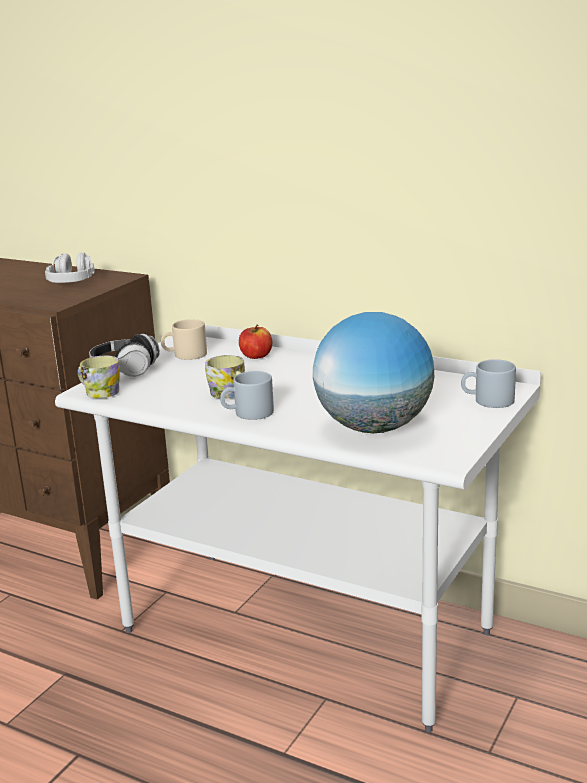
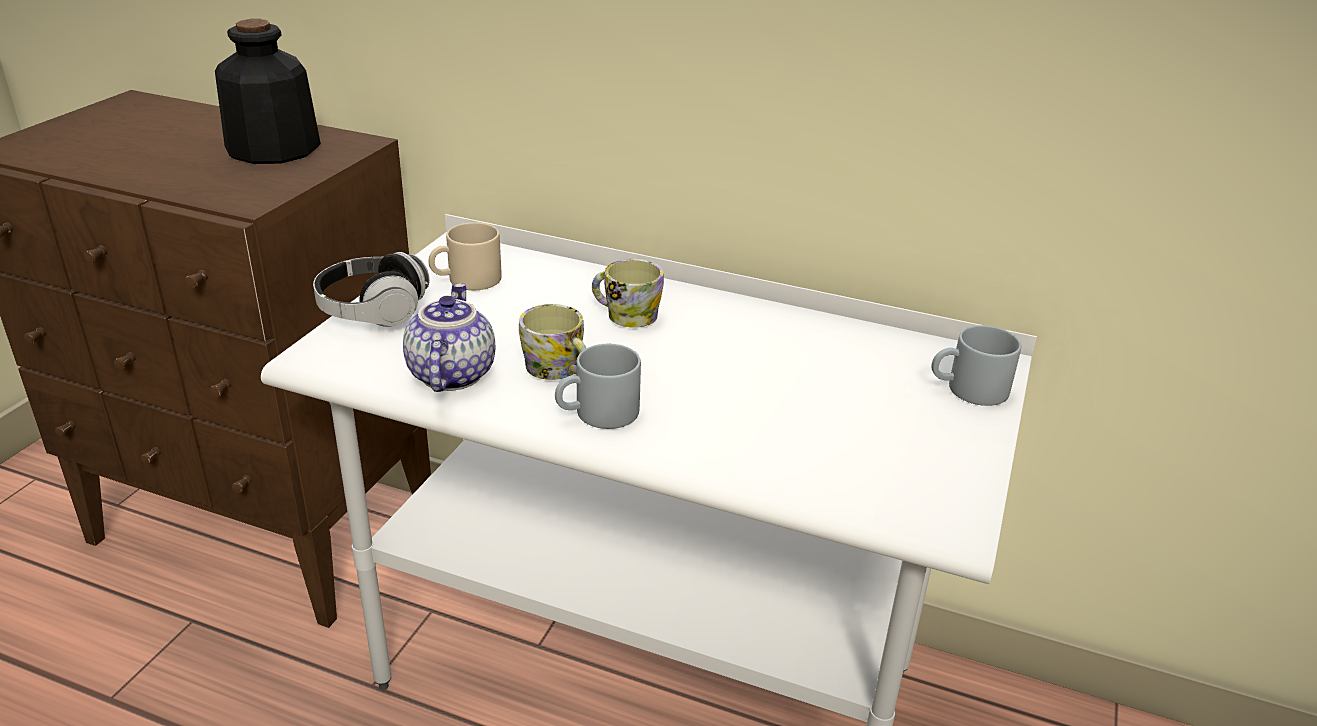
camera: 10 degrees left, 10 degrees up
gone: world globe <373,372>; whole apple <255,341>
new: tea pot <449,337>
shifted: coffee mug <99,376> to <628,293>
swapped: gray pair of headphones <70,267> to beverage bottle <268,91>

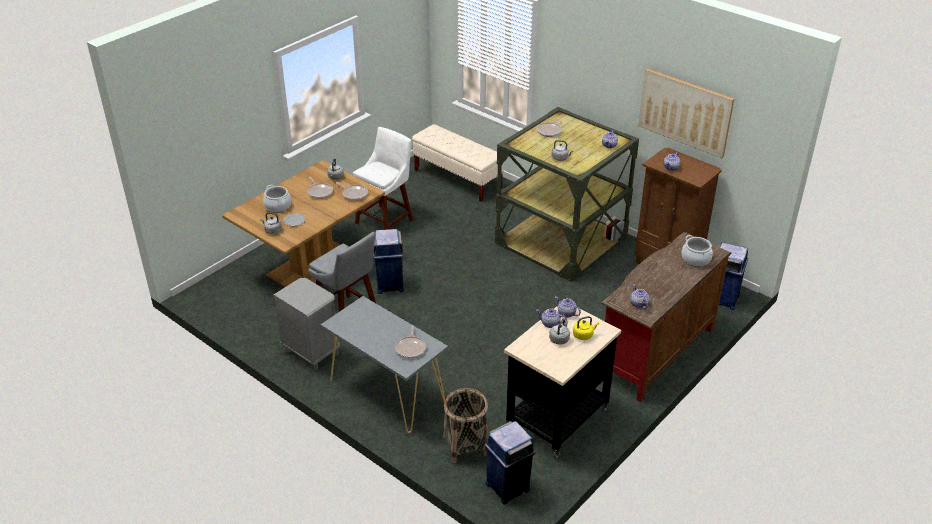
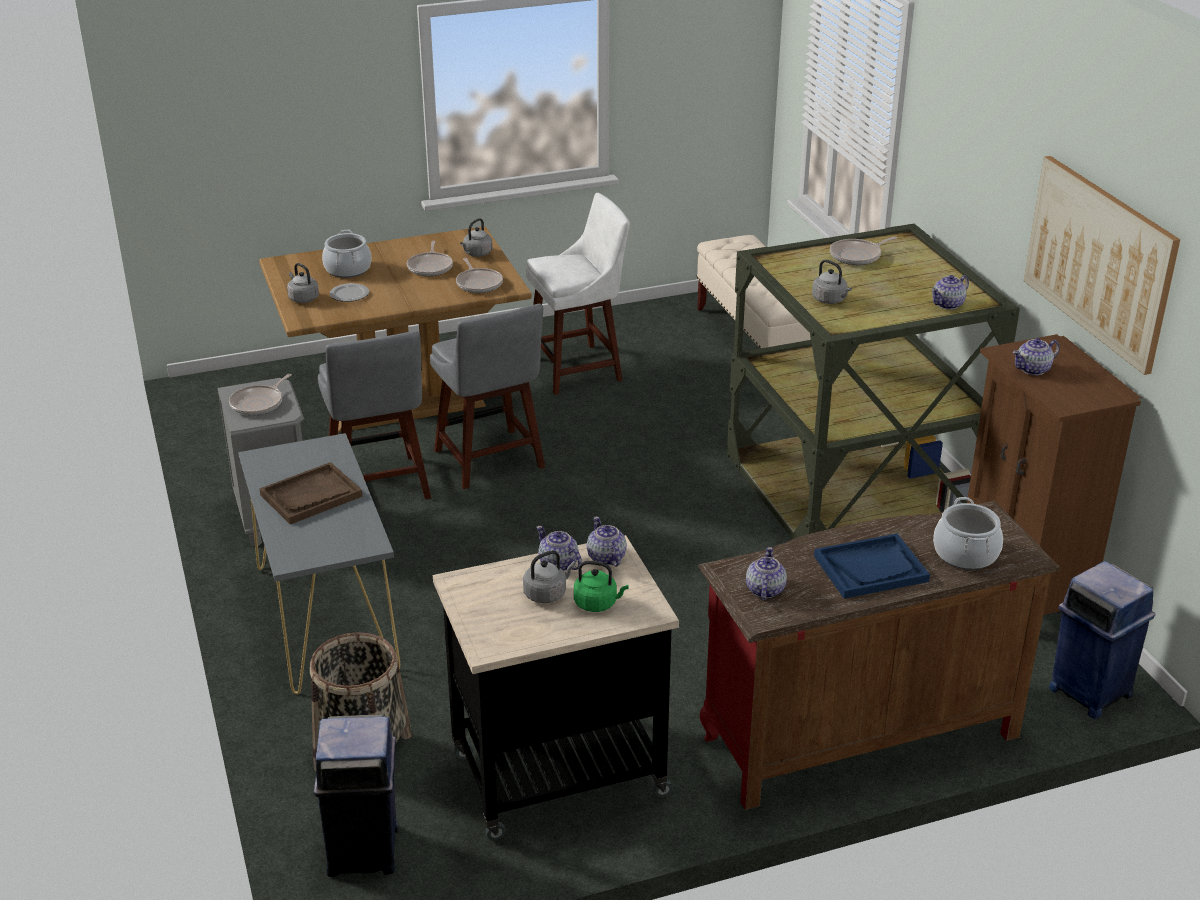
camera: 30 degrees right, 5 degrees down
new: brown tray <311,493>; bluish tray <872,566>
shifted: pan <410,341> to <260,395>
swapped: bluish waste bin <388,261> to gray upright chair <487,396>
repainted: yellowish tea kettle <586,328> to greenish tea kettle <601,586>

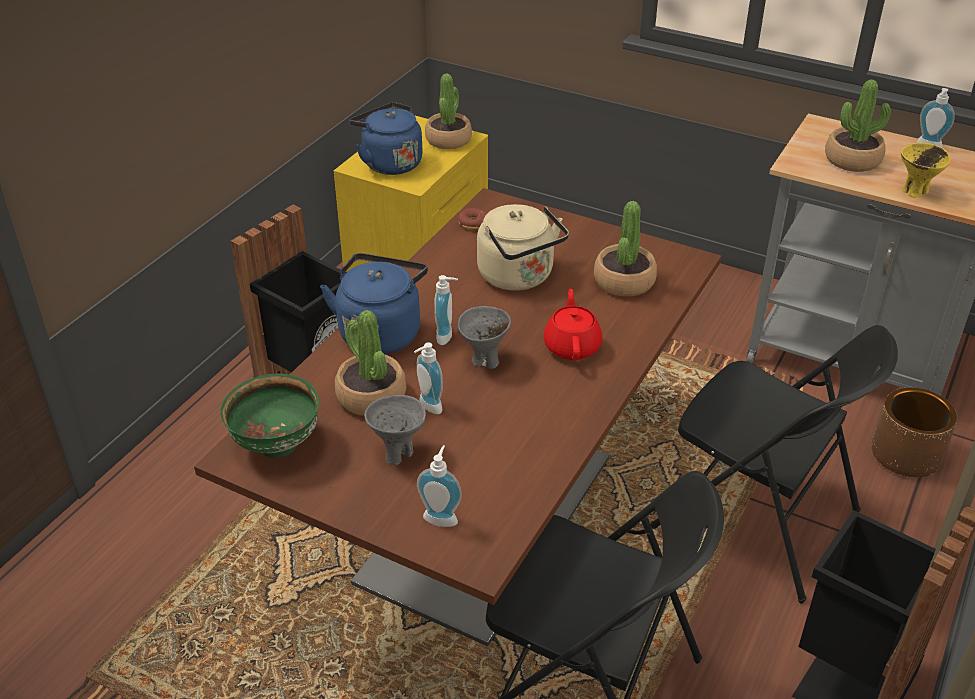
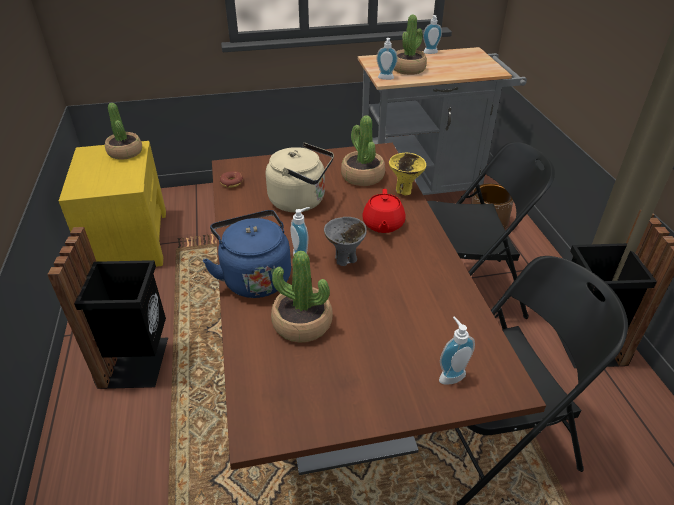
camera: 40 degrees left, 0 degrees up
gone: bluish tea kettle <386,138>; greenish bowl <269,416>; gray bowl <395,430>
shifted: yellowish bowl <926,170> to <407,174>; soap bottle <428,378> to <387,59>
rotated: red-coloured tea pot <573,324> = <384,211> 135 degrees counterclockwise

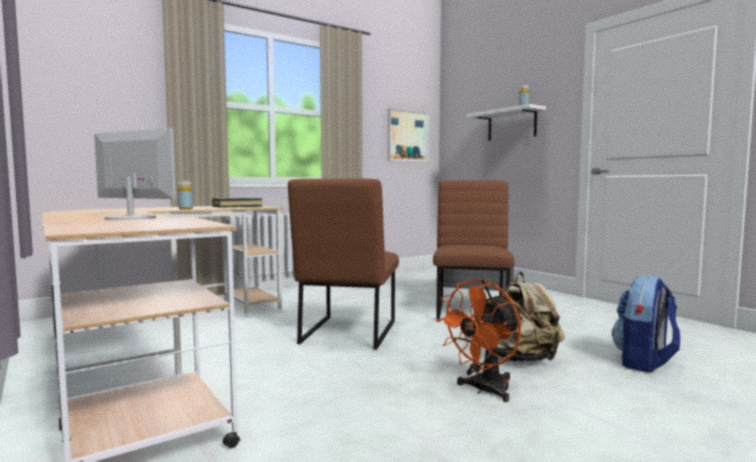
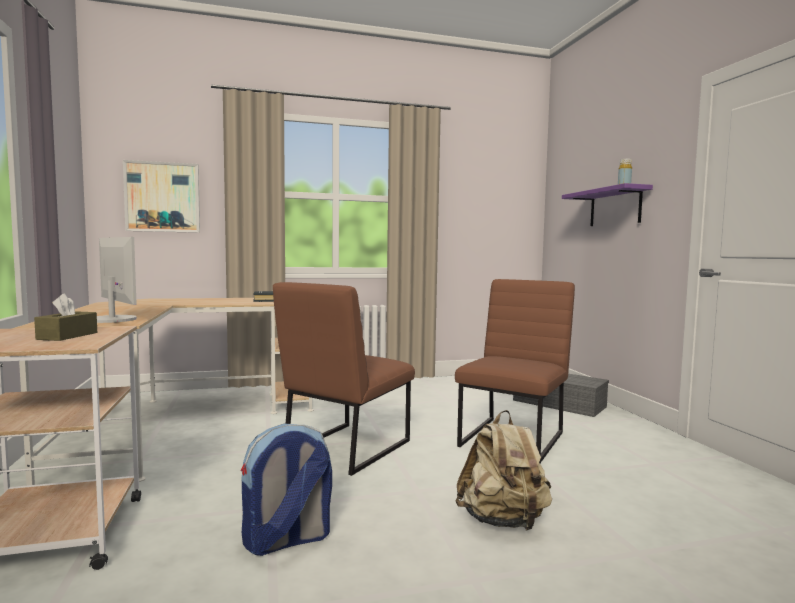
camera: 20 degrees right, 0 degrees up
gone: yellowish beverage bottle <185,195>; orange electric fan <479,340>
new: brown tissue box <65,317>
shifted: picture <408,135> to <161,196>; rucksack <646,323> to <286,489>
repainted: white-coloured wall shelf <506,122> to purple wall shelf <607,204>

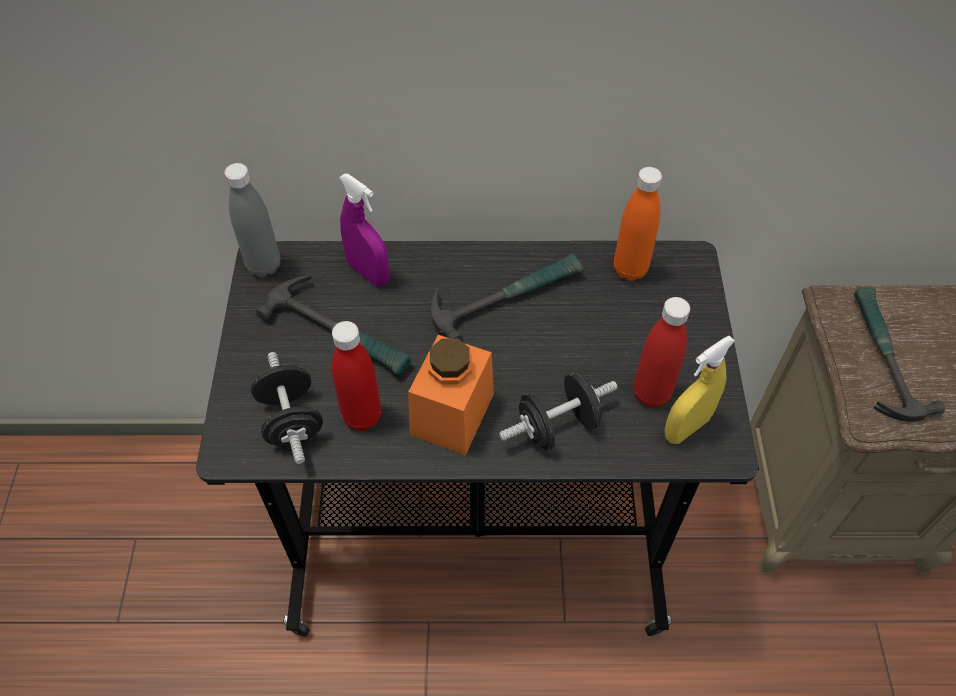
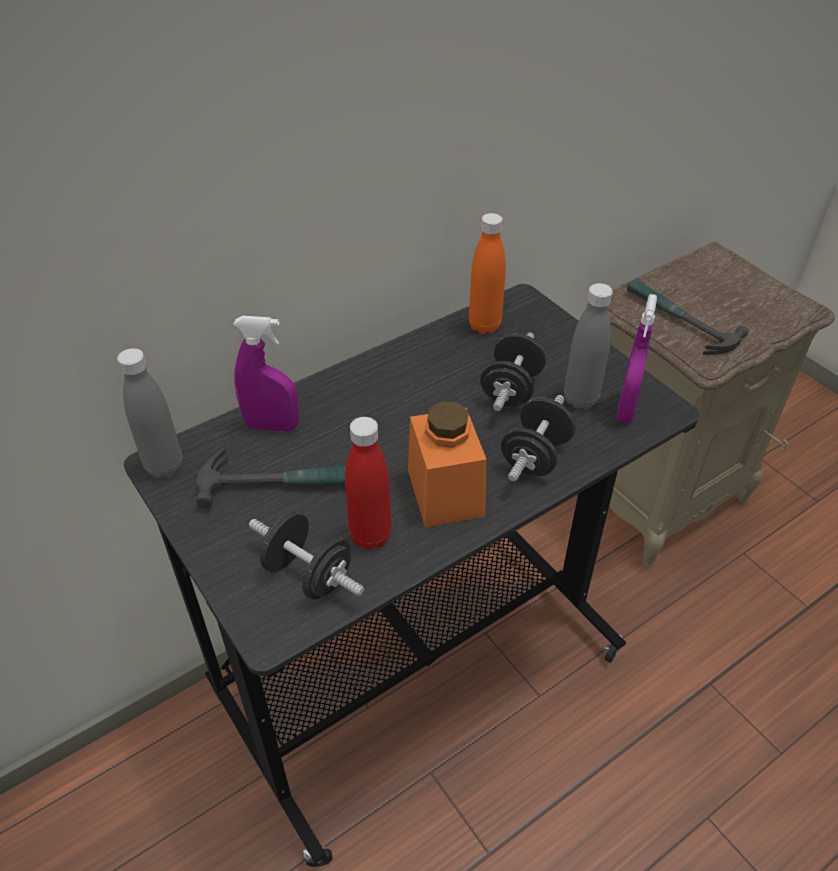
camera: 35 degrees left, 10 degrees down
gone: hammer <507,297>
new: black free weight <513,372>
repainted: red-coloured beverage bottle <661,352> to gray beverage bottle <588,346>; yellowish spray bottle <699,390> to purple spray bottle <636,358>

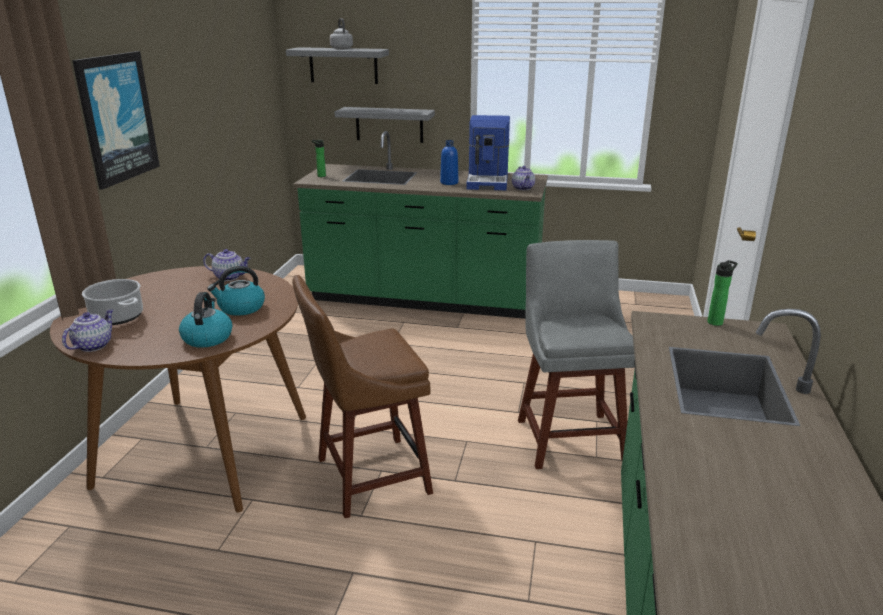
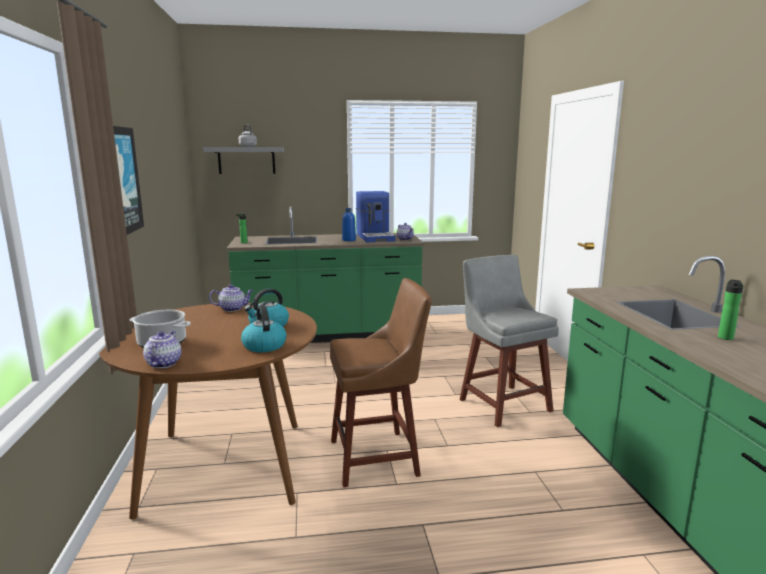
camera: 20 degrees left, 10 degrees down
gone: gray wall shelf <384,125>
shifted: beverage bottle <722,293> to <730,310>
rotated: brown upright chair <362,396> = <381,382> 150 degrees counterclockwise

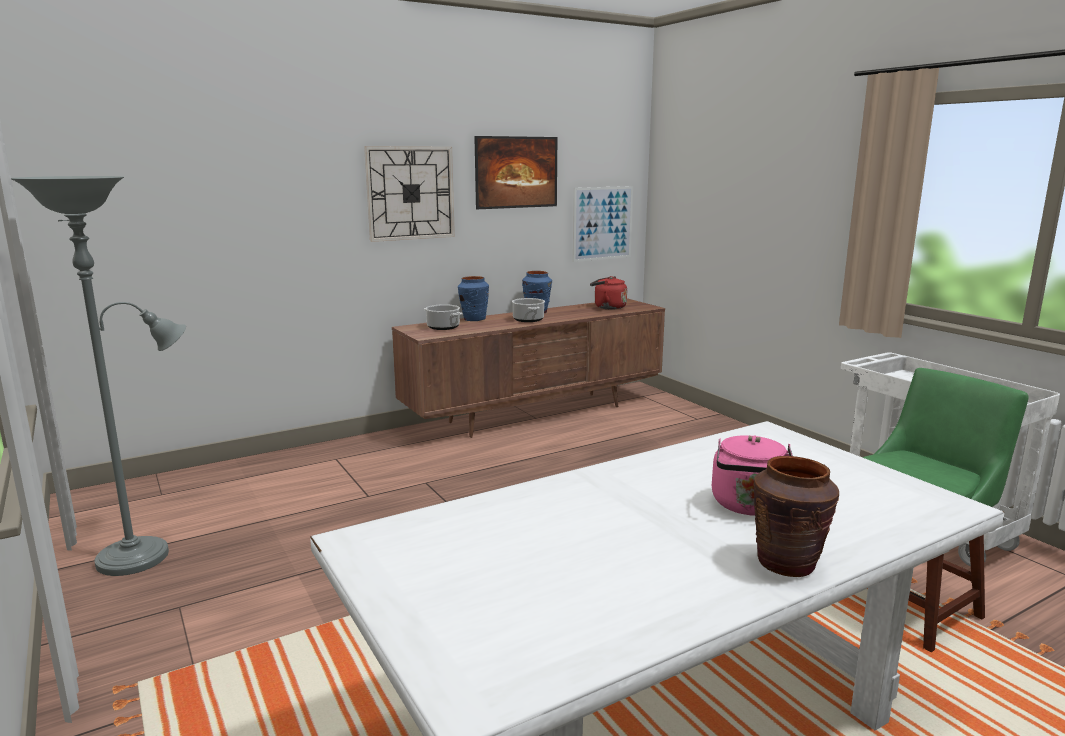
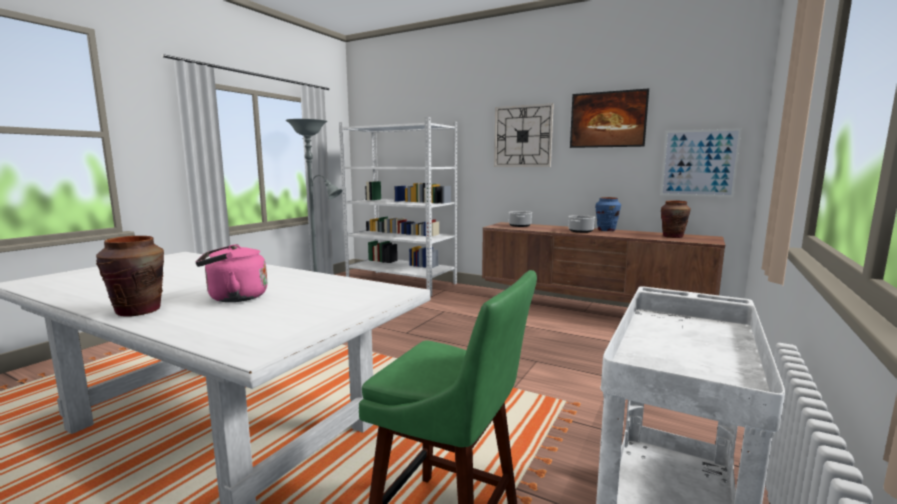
camera: 60 degrees right, 5 degrees down
gone: bluish flower vase <473,298>
new: white-coloured shelving unit <398,207>
swapped: red-coloured tea kettle <608,292> to brown flower vase <676,219>

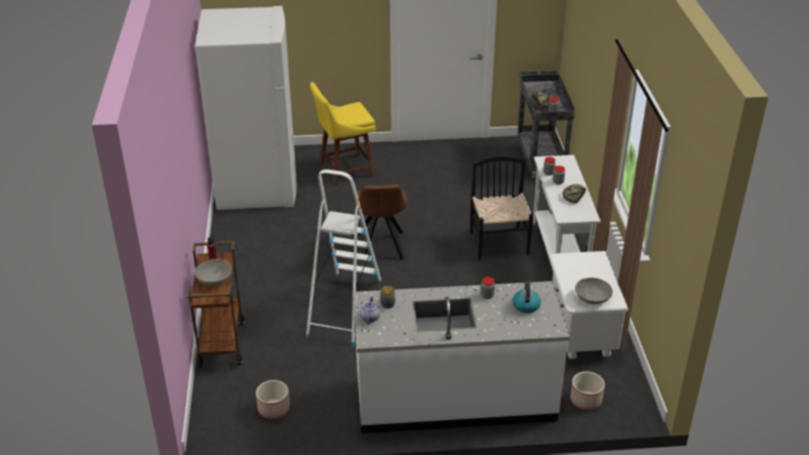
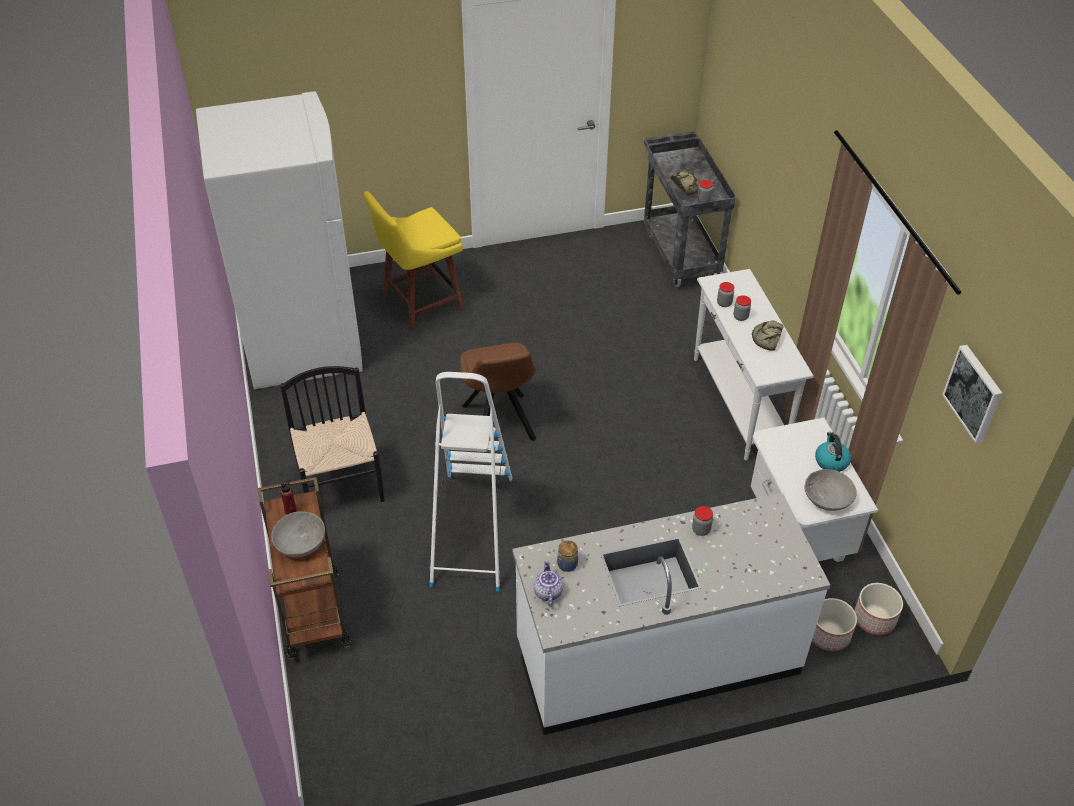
camera: 10 degrees left, 10 degrees up
new: picture <972,394>
shifted: black upright chair <501,208> to <332,434>; tea kettle <527,297> to <833,452>; plant pot <273,399> to <878,609>

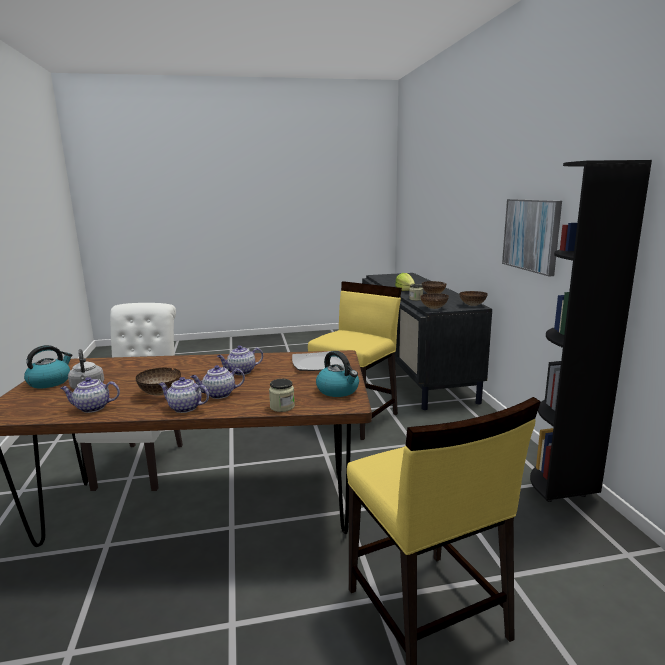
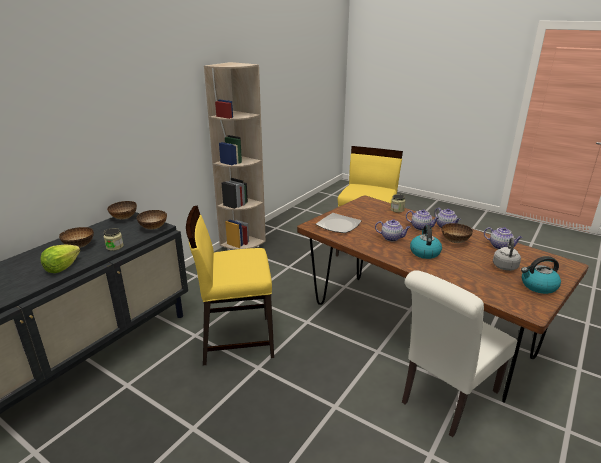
camera: 135 degrees left, 10 degrees up
gone: picture <532,237>
shifted: tea kettle <337,374> to <426,242>
repainted: black shelving unit <591,331> to beige-coloured shelving unit <235,156>

